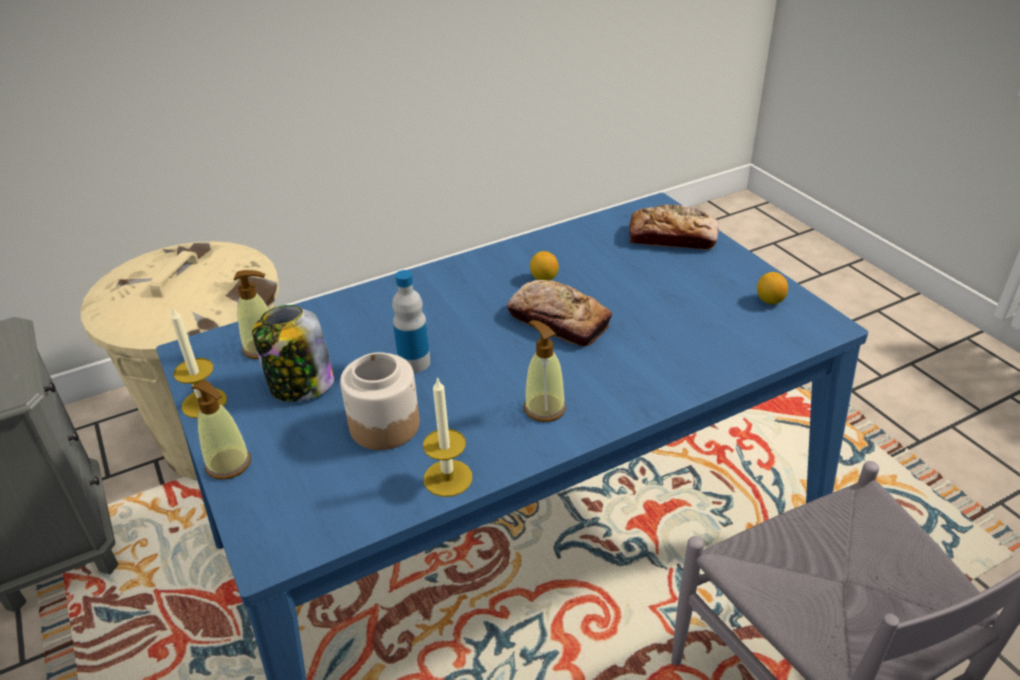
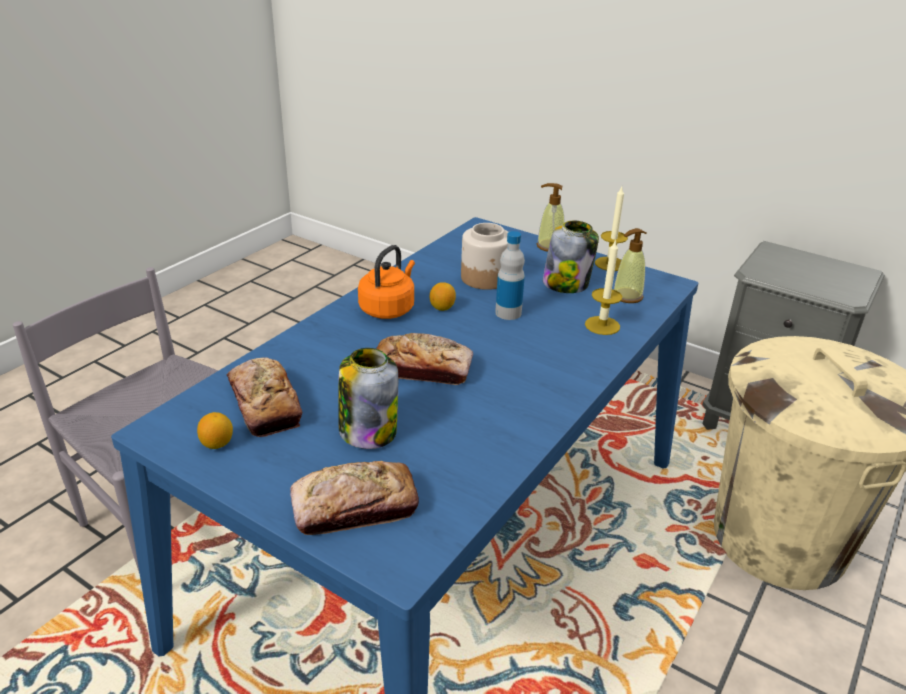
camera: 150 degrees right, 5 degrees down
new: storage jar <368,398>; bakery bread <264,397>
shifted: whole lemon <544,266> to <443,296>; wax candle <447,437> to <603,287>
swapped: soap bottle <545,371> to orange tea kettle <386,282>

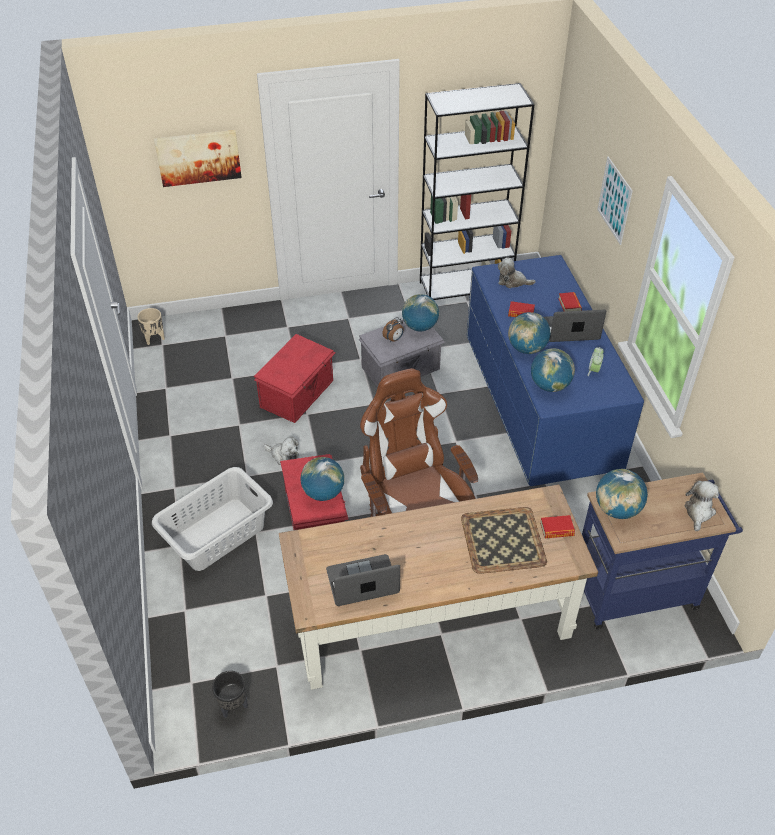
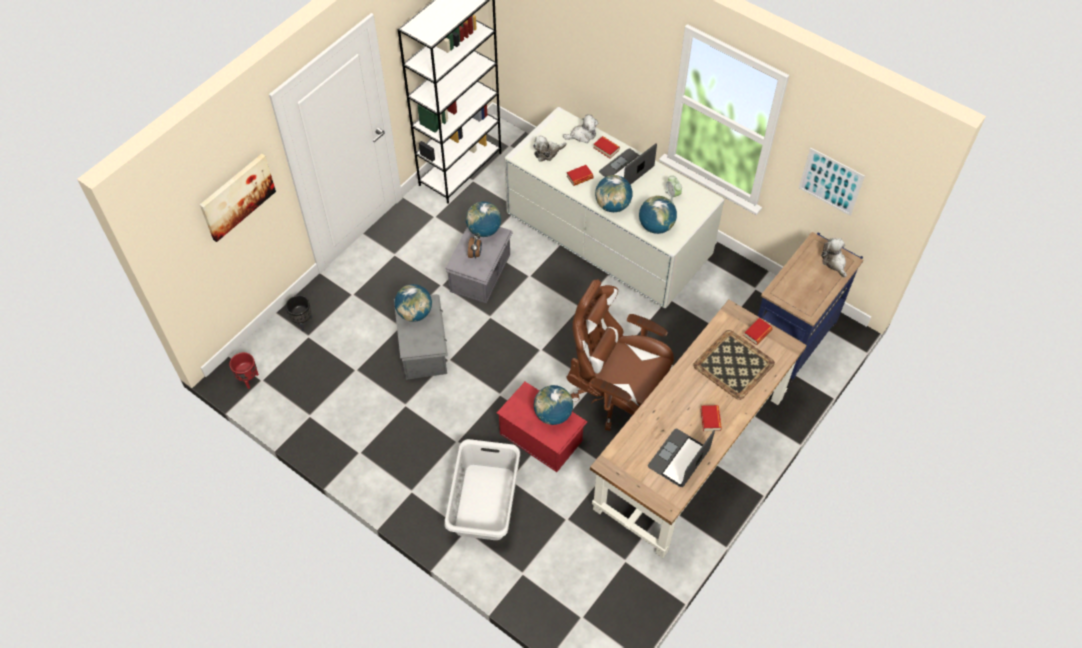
camera: 40 degrees left, 10 degrees up
new: book <711,418>
shifted: picture <615,201> to <832,182>; soft toy <281,451> to <580,128>; world globe <622,494> to <413,303>; black plant pot <230,694> to <298,313>
repainted: bluish chest of drawers <555,370> to white-coloured chest of drawers <614,207>; beige-coloured plant pot <151,326> to red-coloured plant pot <244,370>; red-coloured storage box <294,378> to gray storage box <421,337>

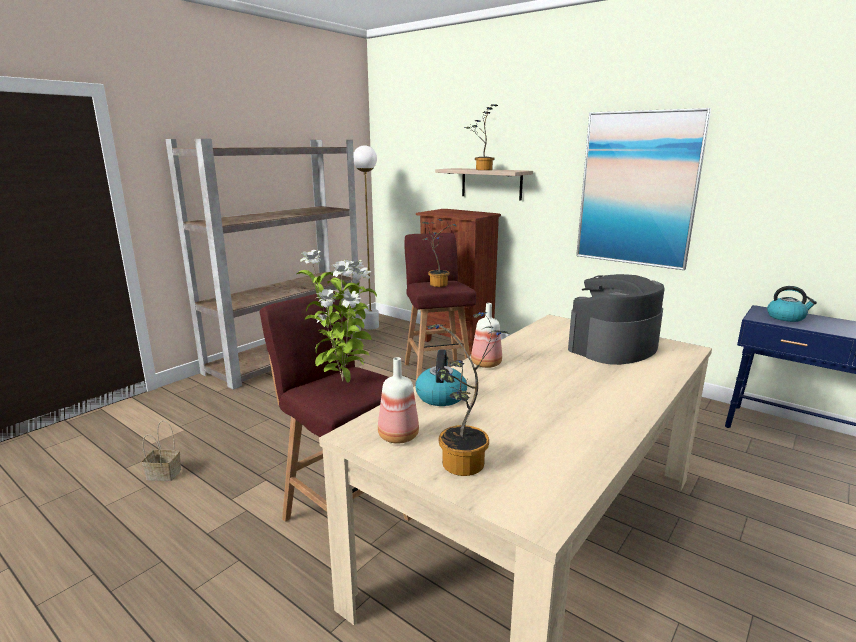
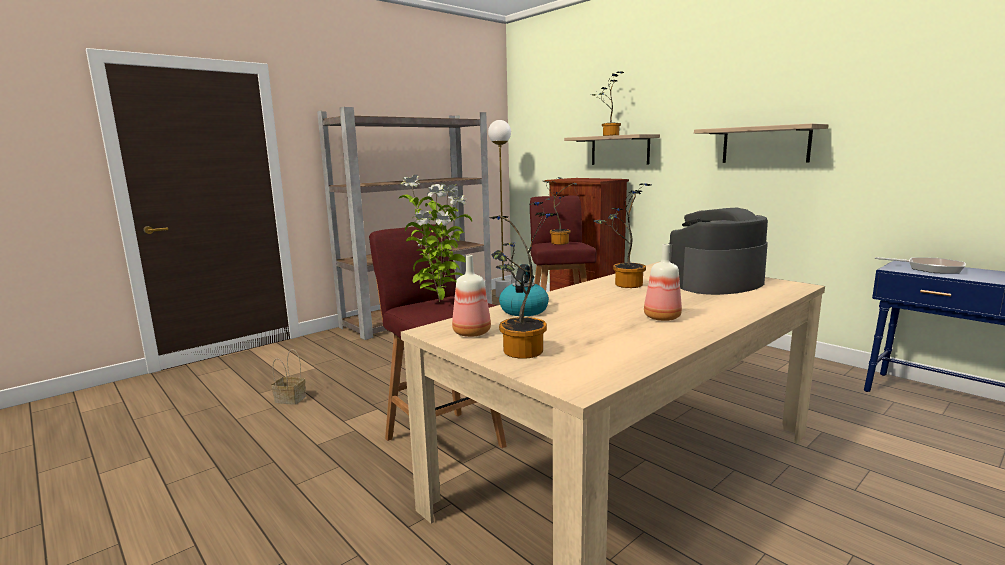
camera: 10 degrees right, 5 degrees down
new: plant in a pot <622,235>
shifted: beverage bottle <486,335> to <663,282>
swapped: picture <643,189> to wall shelf <761,143>; tea kettle <792,304> to pan <920,265>

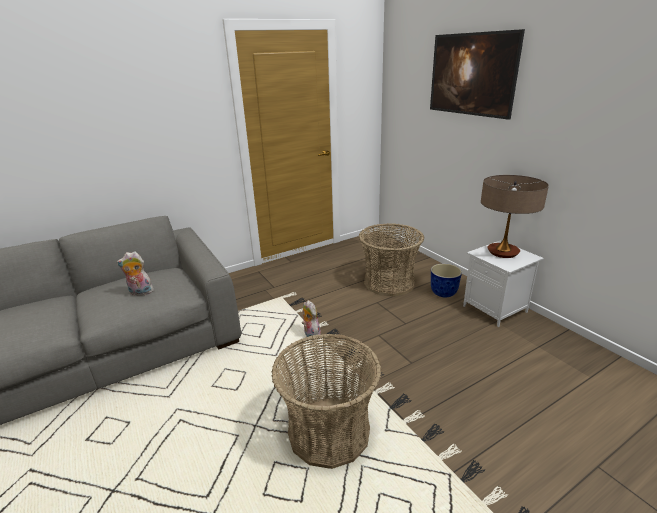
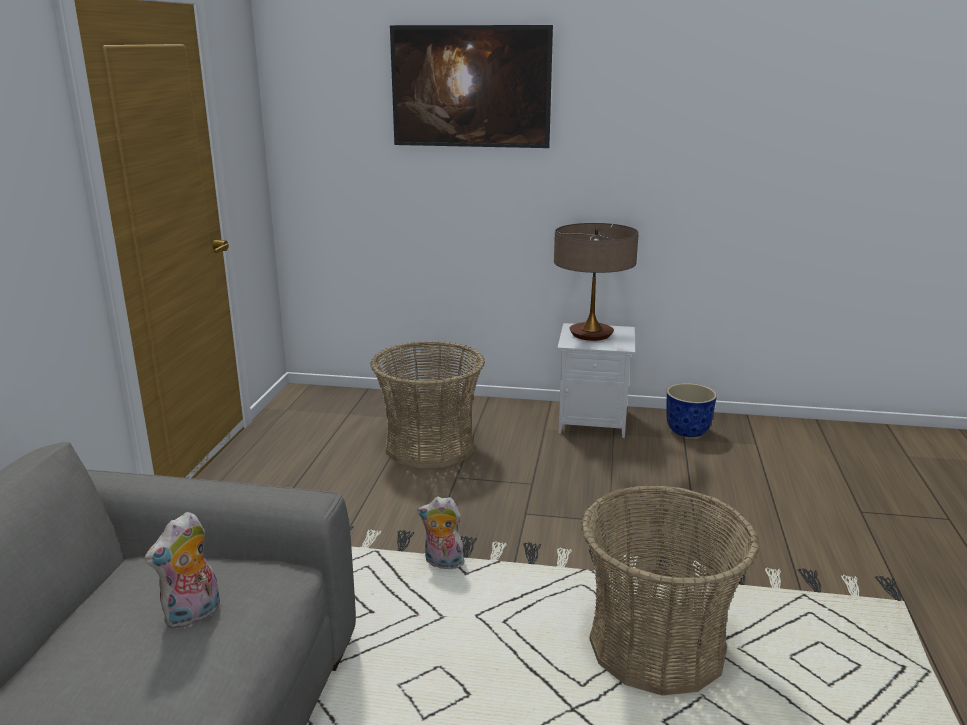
camera: 50 degrees left, 5 degrees down
shifted: plant pot <446,280> to <691,410>

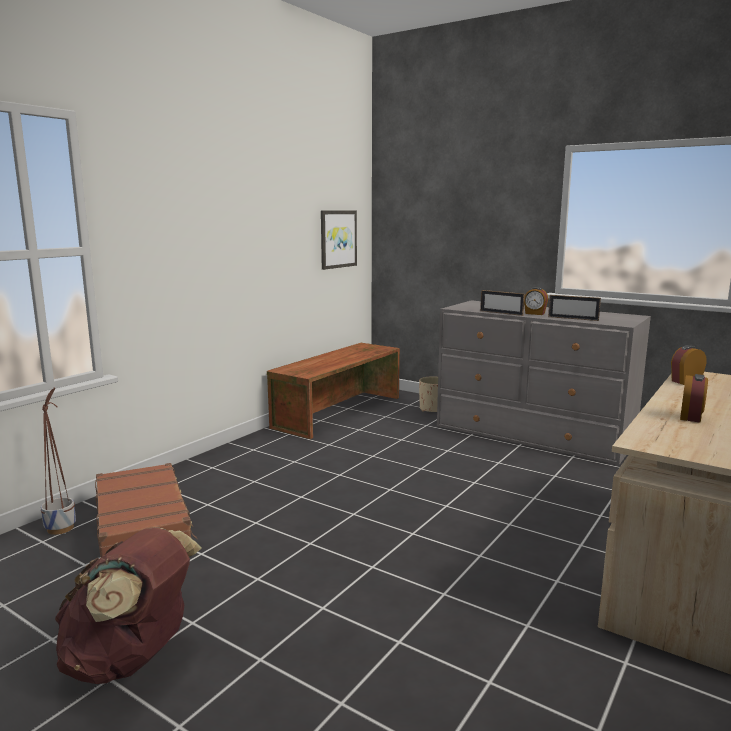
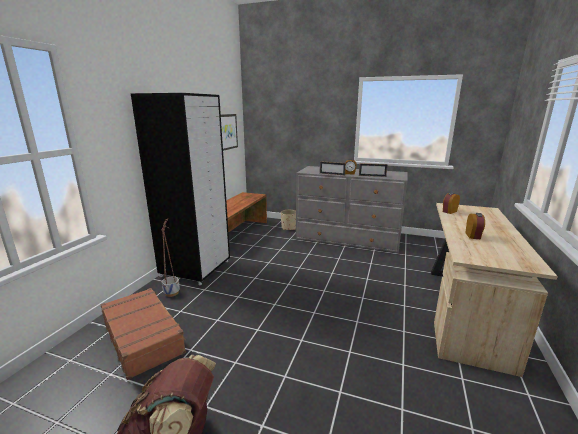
camera: 15 degrees left, 5 degrees up
new: armoire <180,189>
shifted: plant pot <58,461> to <171,257>

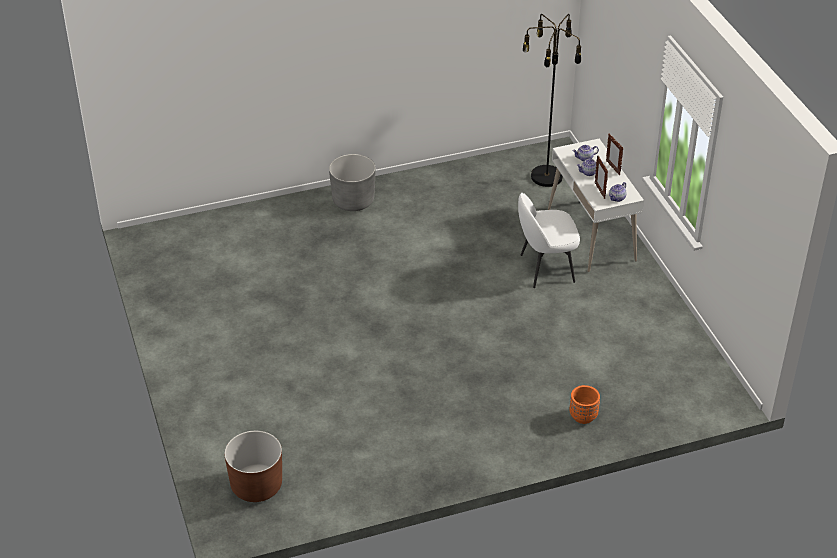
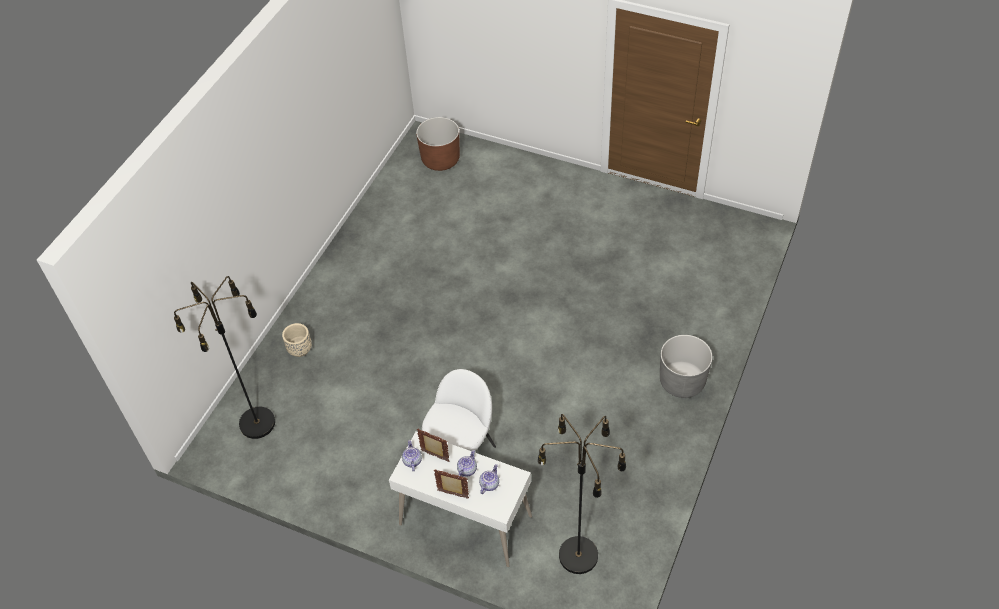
camera: 135 degrees right, 10 degrees up
new: standing lamp <224,357>
repainted: orange plant pot <584,404> to beige-coloured plant pot <297,340>

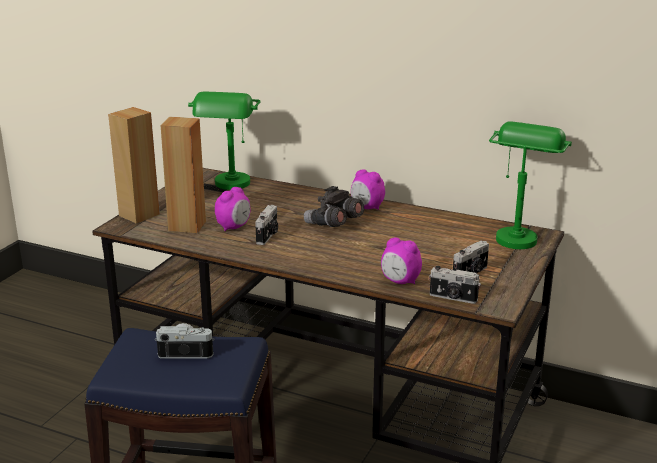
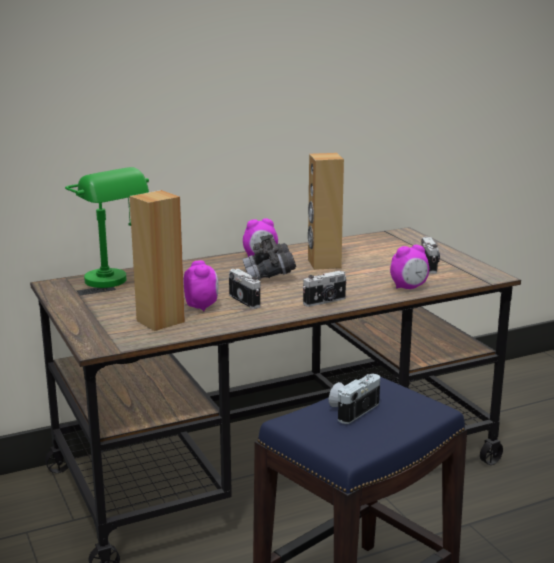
camera: 50 degrees left, 5 degrees down
gone: greenish table lamp <530,185>
shifted: brown speaker <134,165> to <326,211>; still camera <455,285> to <325,289>

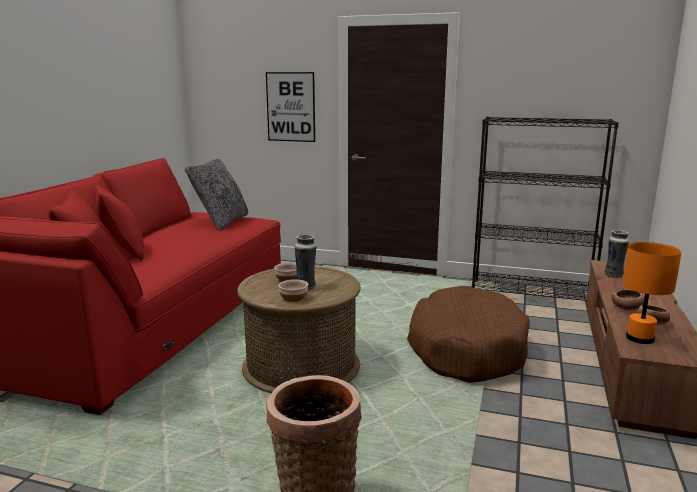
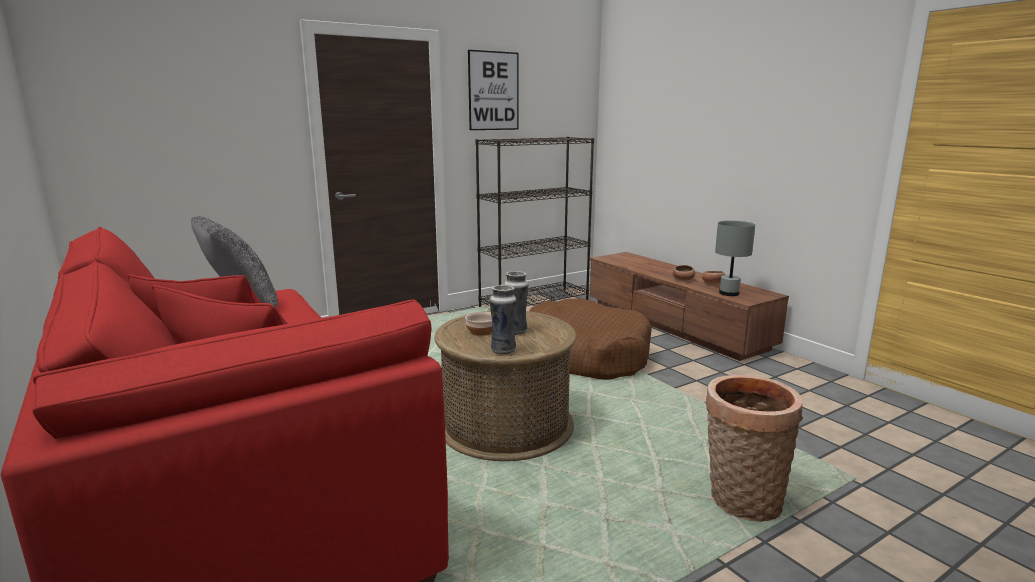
camera: 50 degrees left, 0 degrees up
gone: bowl <293,290>
shifted: picture <290,107> to <493,90>; flower vase <617,254> to <503,320>
repainted: orange table lamp <652,293> to gray table lamp <735,258>

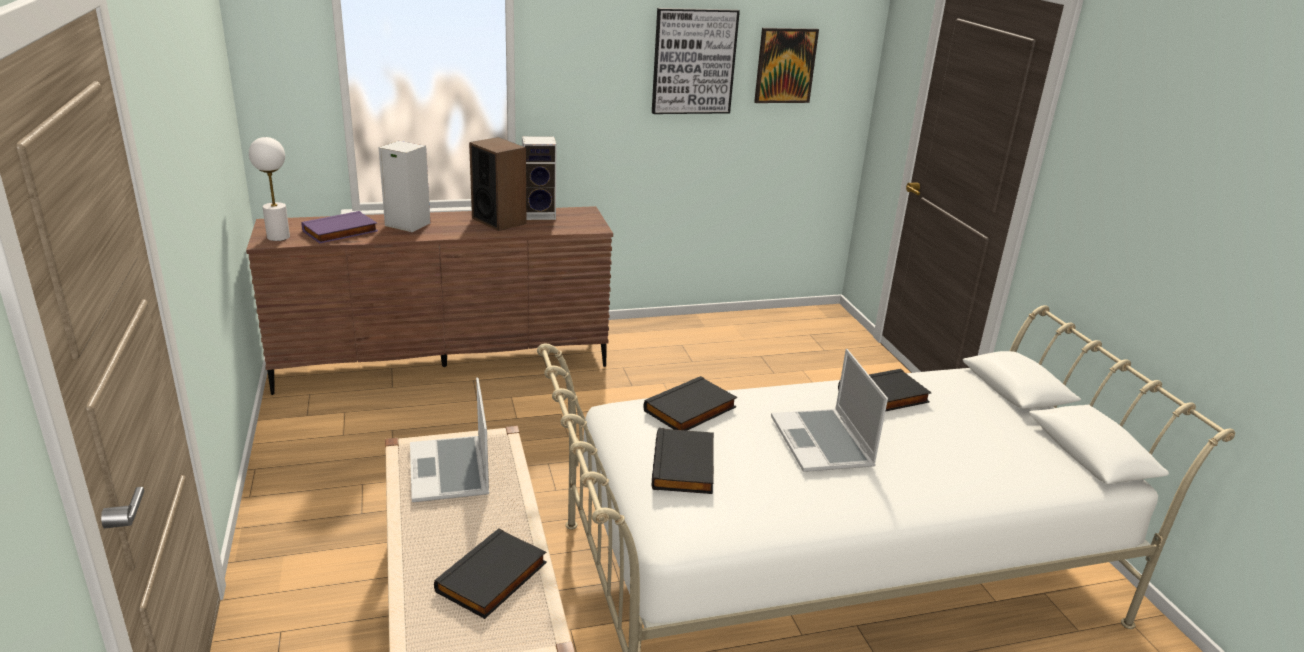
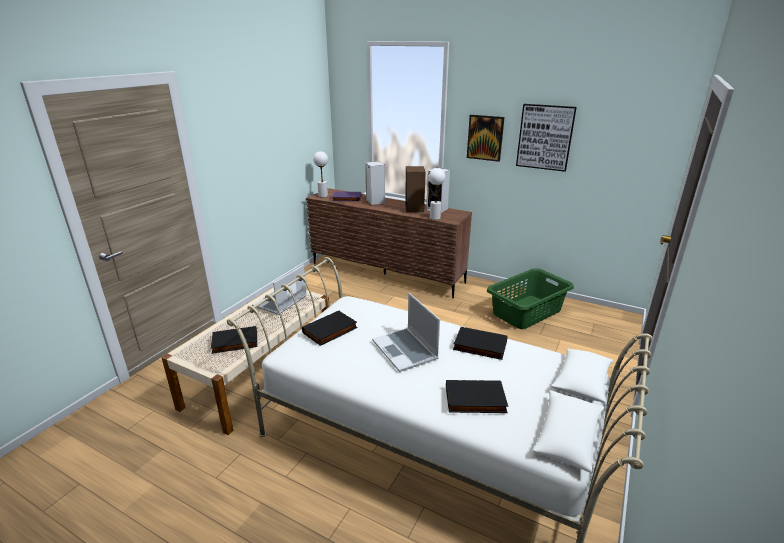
camera: 45 degrees right, 0 degrees up
new: white-coloured table lamp <437,194>; greenish hamper <530,298>
shifted: picture <786,65> to <486,138>; black book <690,403> to <477,396>
rotated: notebook computer <829,410> = <406,332> 60 degrees counterclockwise

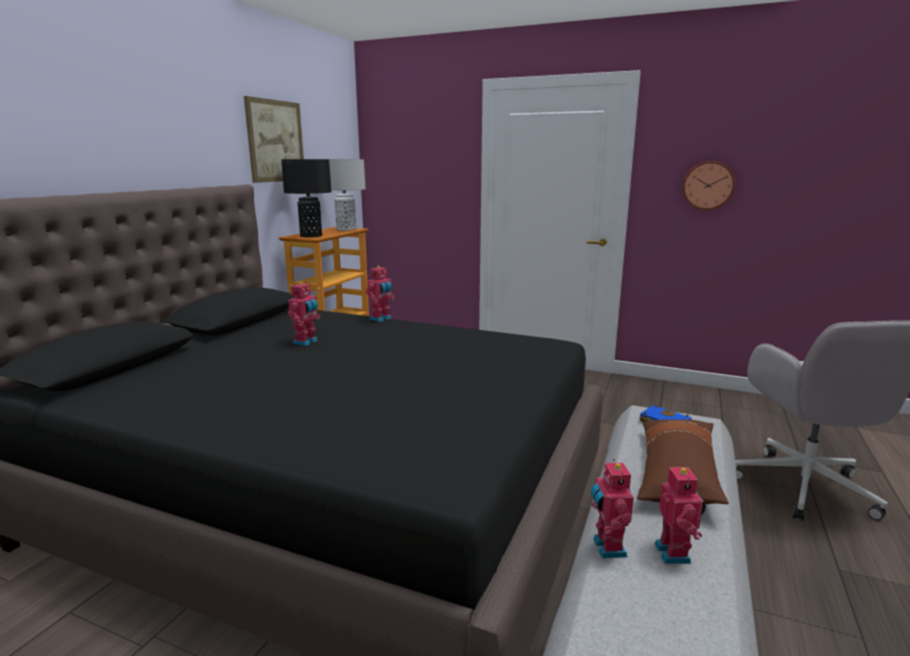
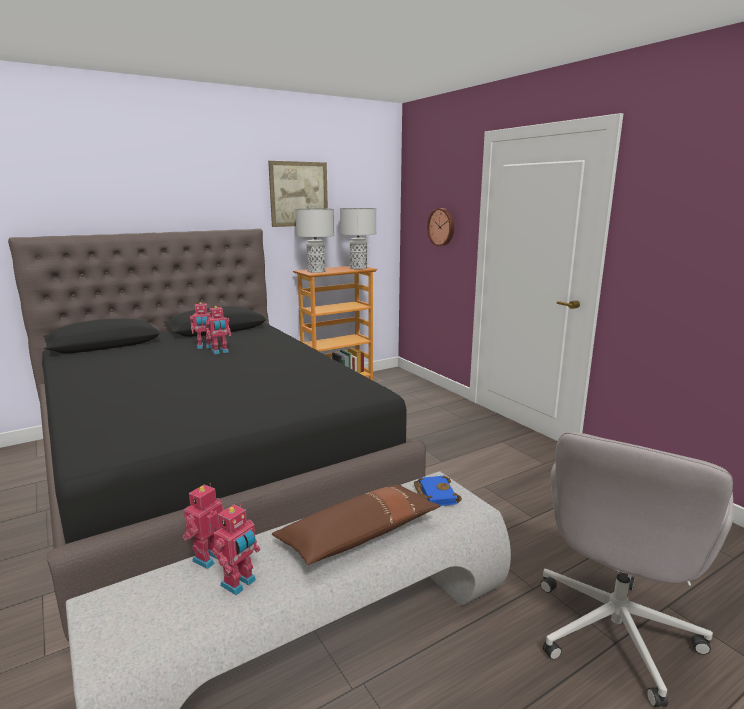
camera: 35 degrees right, 0 degrees up
shifted: clock on the wall <708,185> to <440,227>; toy robot <380,294> to <201,325>
repainted: black table lamp <306,198> to white-coloured table lamp <314,241>

